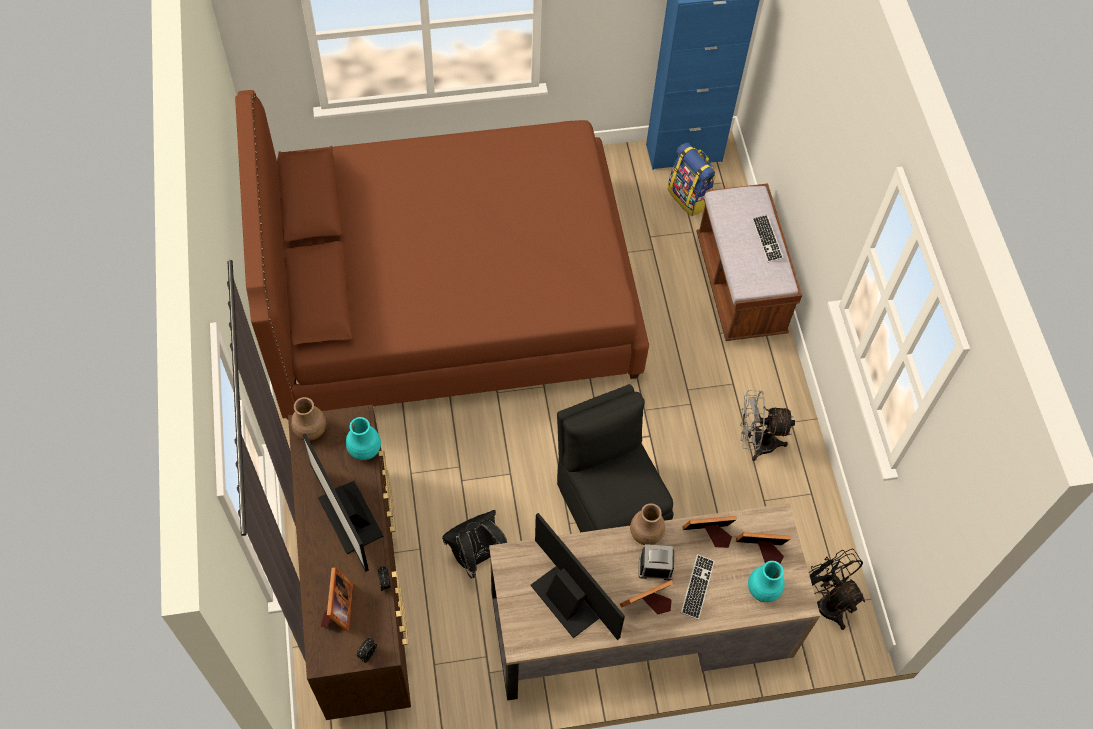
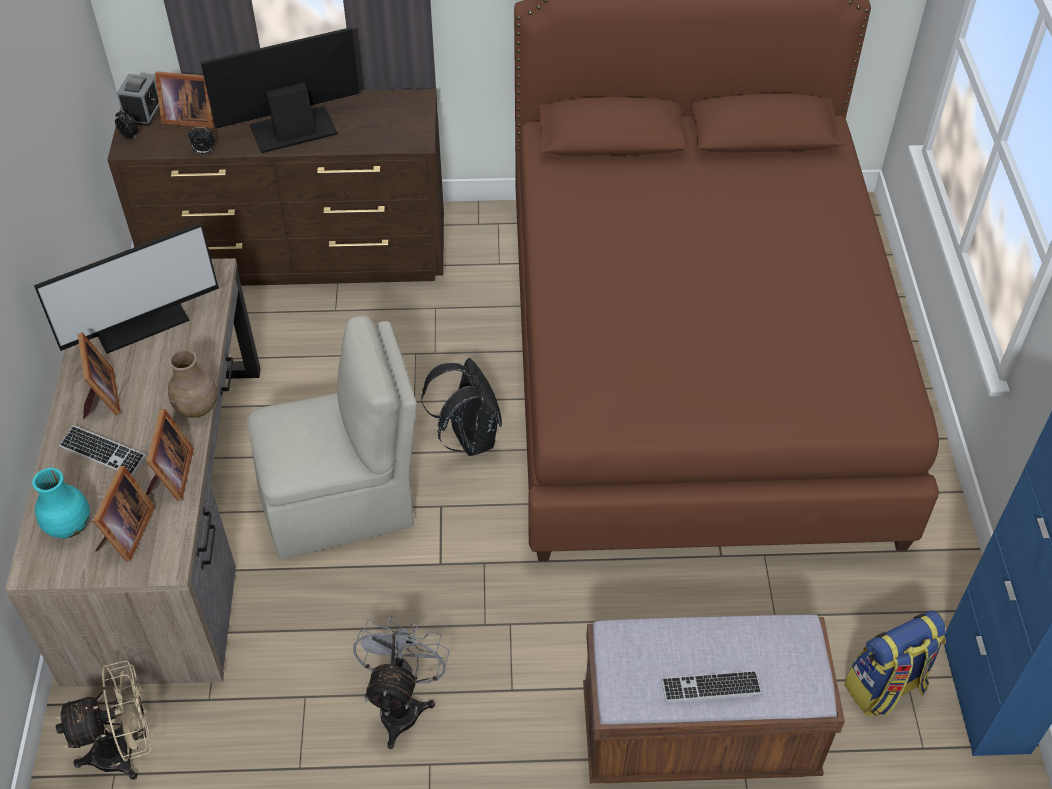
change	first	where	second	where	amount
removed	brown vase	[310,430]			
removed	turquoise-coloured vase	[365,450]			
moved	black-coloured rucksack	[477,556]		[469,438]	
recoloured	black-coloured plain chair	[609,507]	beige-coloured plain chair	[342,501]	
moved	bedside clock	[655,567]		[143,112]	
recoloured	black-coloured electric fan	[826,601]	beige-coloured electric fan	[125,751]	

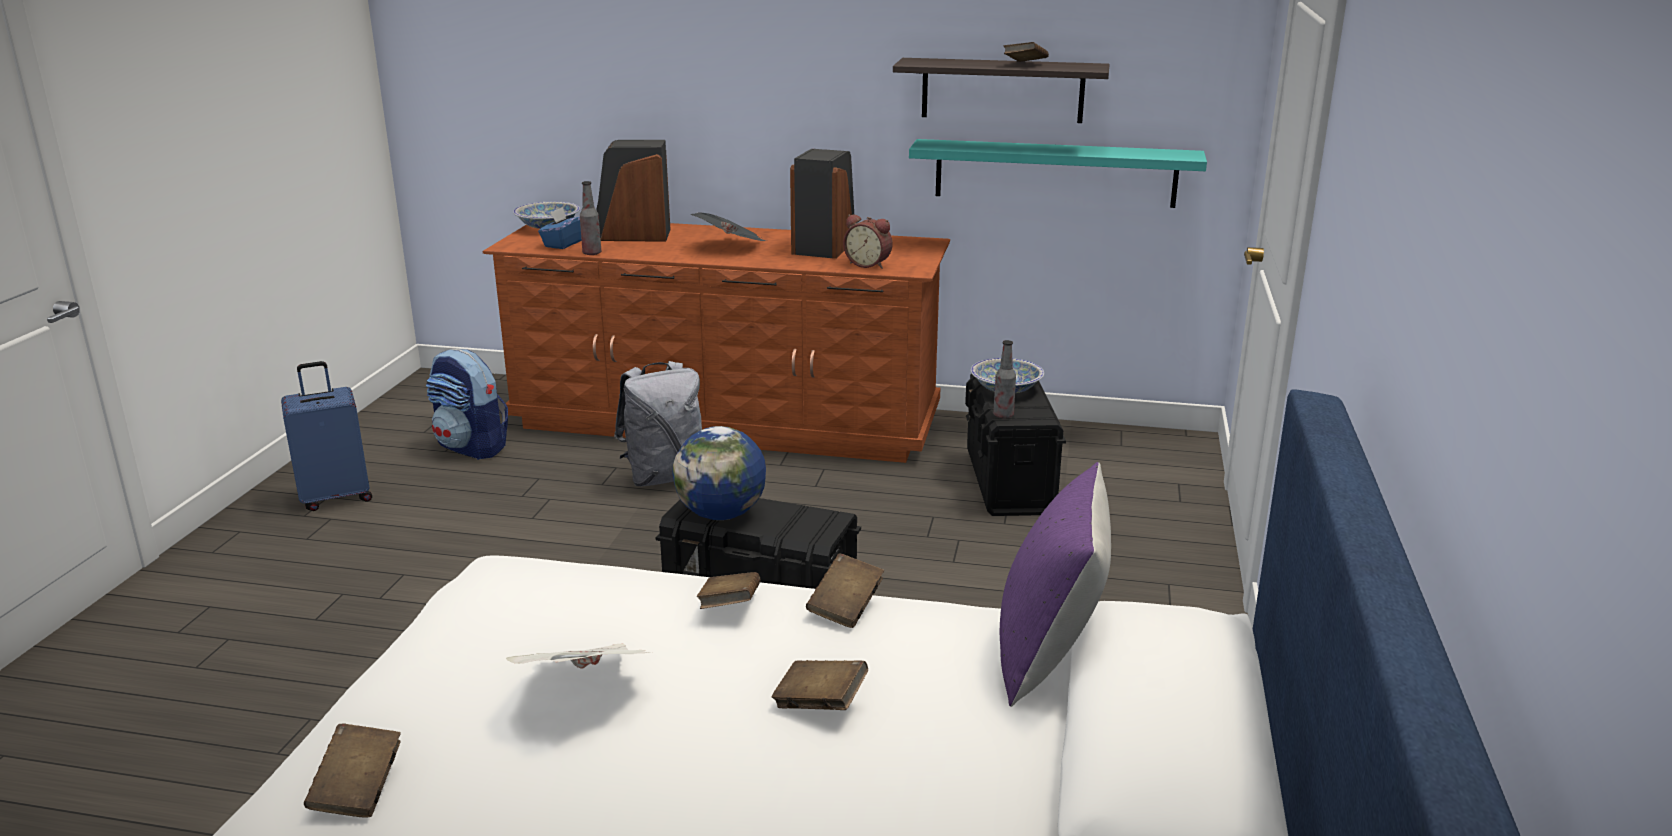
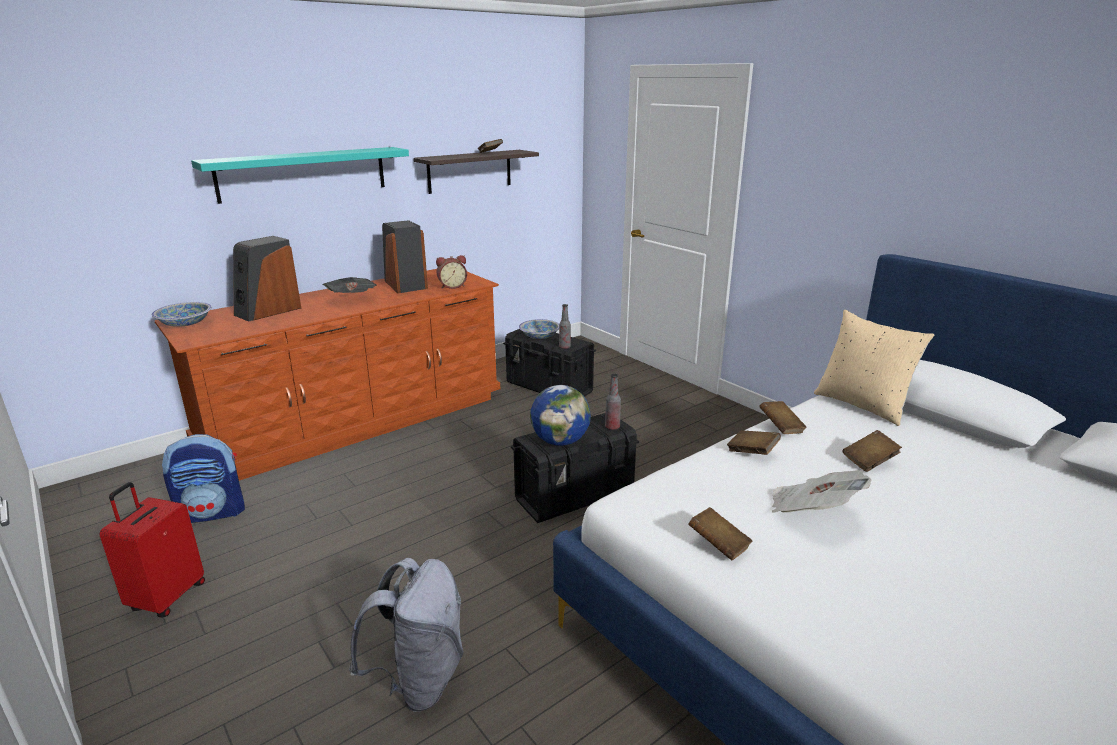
change	first	where	second	where	amount
recoloured	bluish travel case	[336,497]	reddish travel case	[166,597]	
moved	brown bound book	[358,790]		[718,545]	
removed	bluish tissue box	[563,244]			
moved	drink bottle	[592,253]		[612,427]	
moved	greyish rucksack	[664,477]		[419,680]	
moved	turquoise-coloured shelf	[1055,173]		[303,174]	
recoloured	purplish throw pillow	[1049,656]	beige-coloured throw pillow	[862,405]	

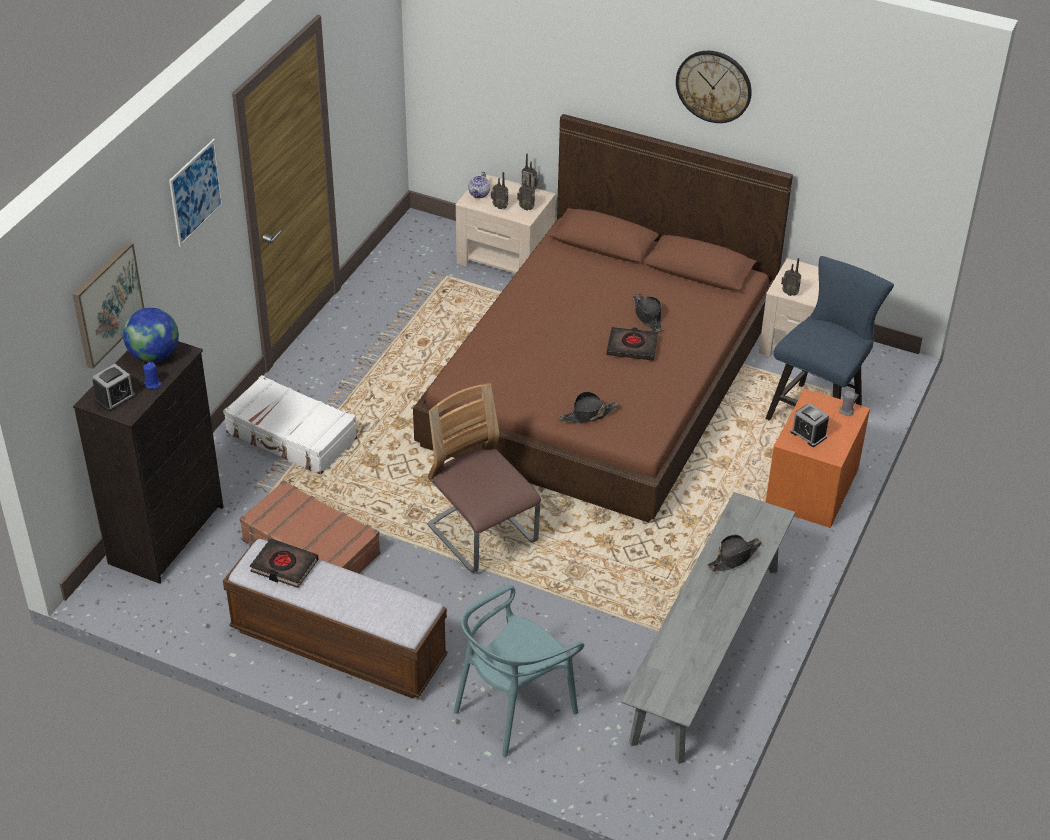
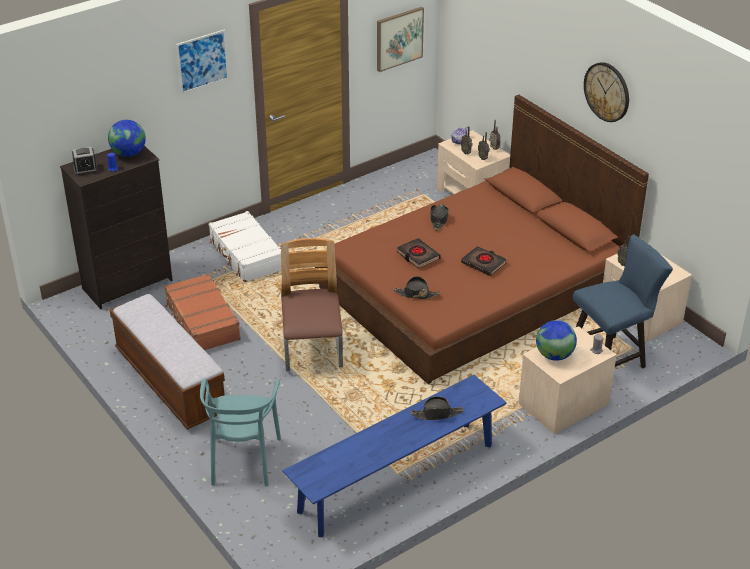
change	first	where	second	where	amount
moved	wall picture	[107,304]		[399,38]	
moved	black-coloured bound book	[284,566]		[418,255]	
turned	turquoise-coloured plain chair	[514,708]		[243,460]	75 degrees counterclockwise
recoloured	greyish long seat	[706,653]	bluish long seat	[397,478]	
moved	black-coloured wearable hat	[647,316]		[439,219]	
recoloured	orangey bedside table	[811,488]	beige-coloured bedside table	[563,404]	
replaced	bedside clock	[808,434]	world globe	[554,355]	

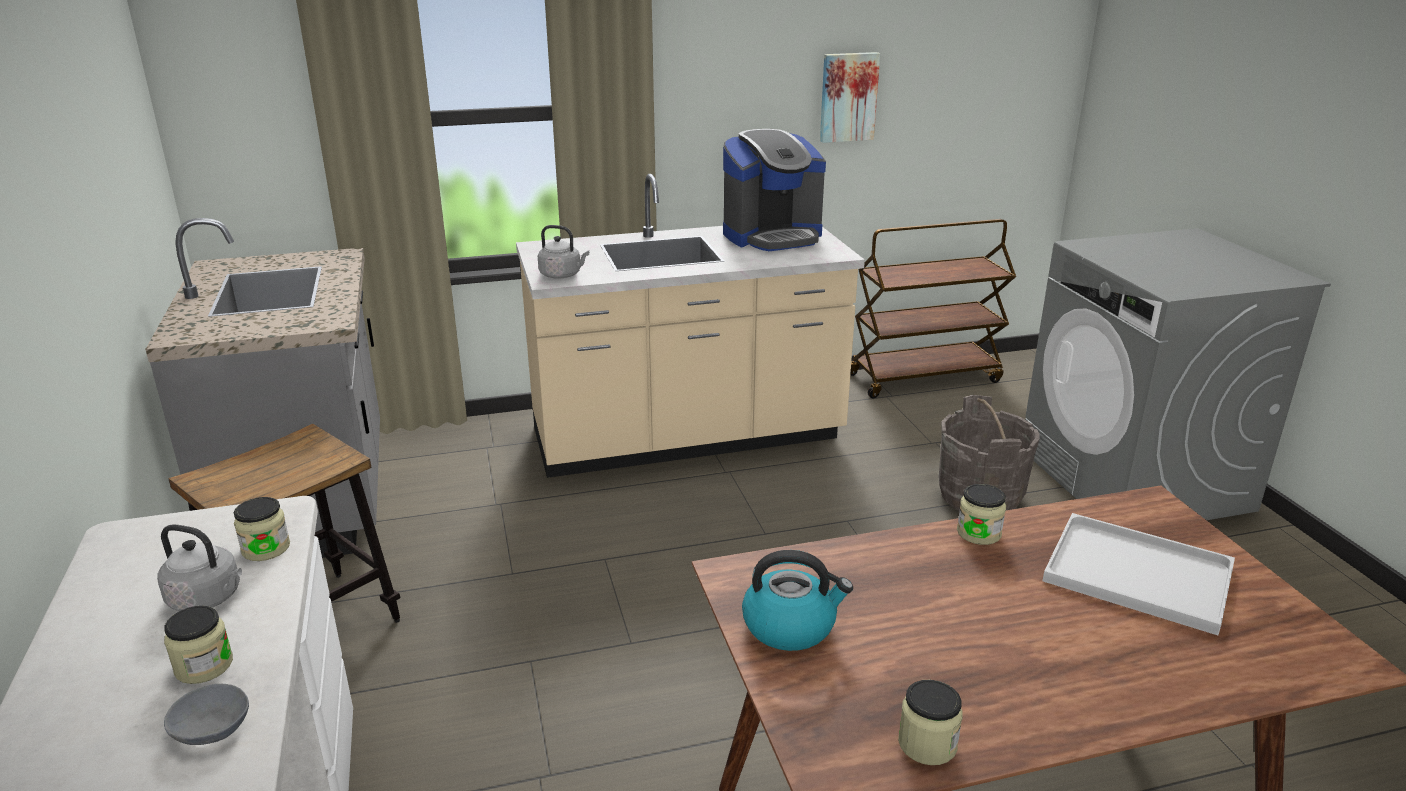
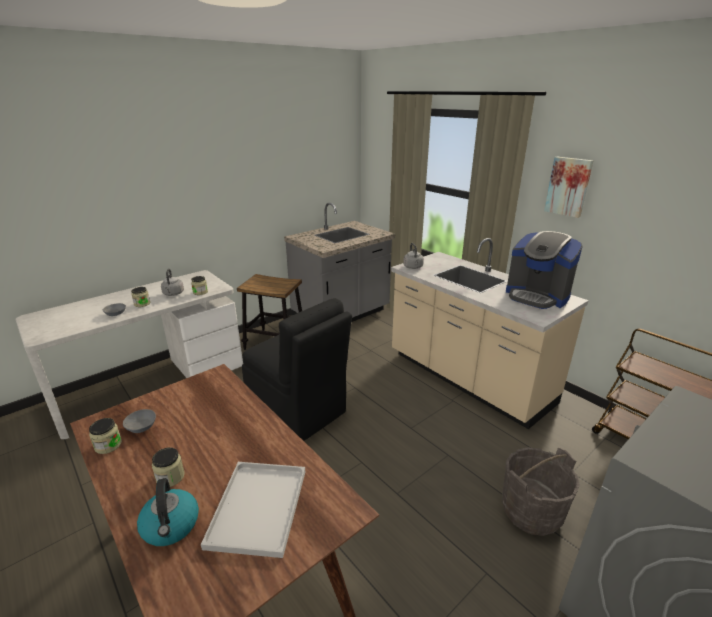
change	first	where	second	where	amount
moved	tea kettle	[790,626]		[171,526]	
moved	wall picture	[848,97]		[568,186]	
moved	storage jar	[978,533]		[170,477]	
added			greyish deep dish	[142,427]	
added			black-coloured plain chair	[298,410]	

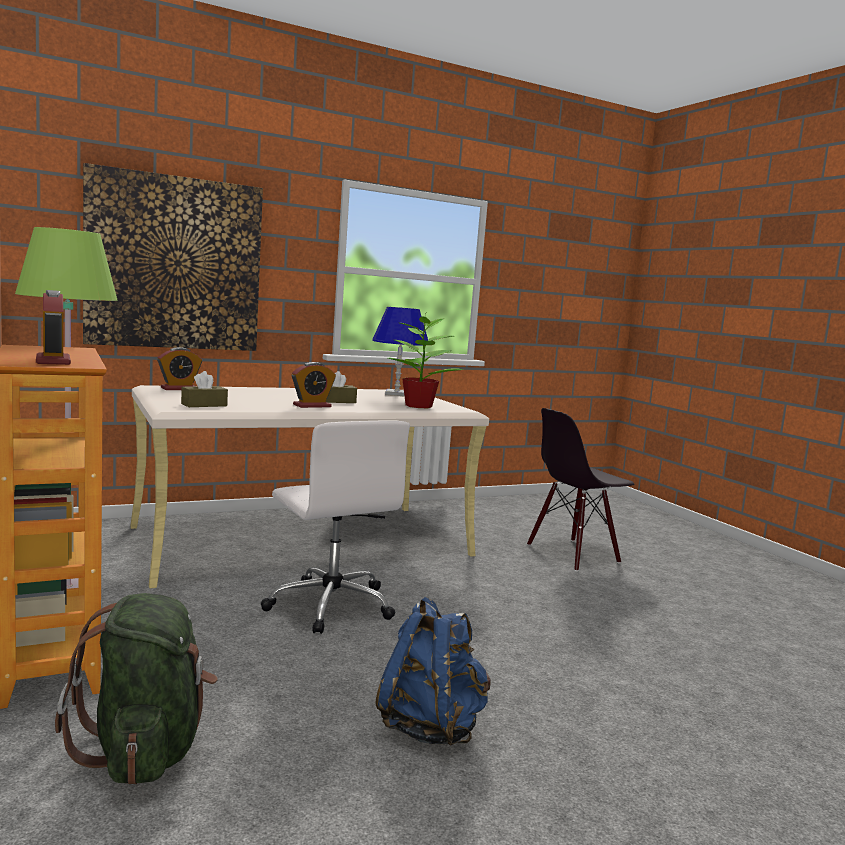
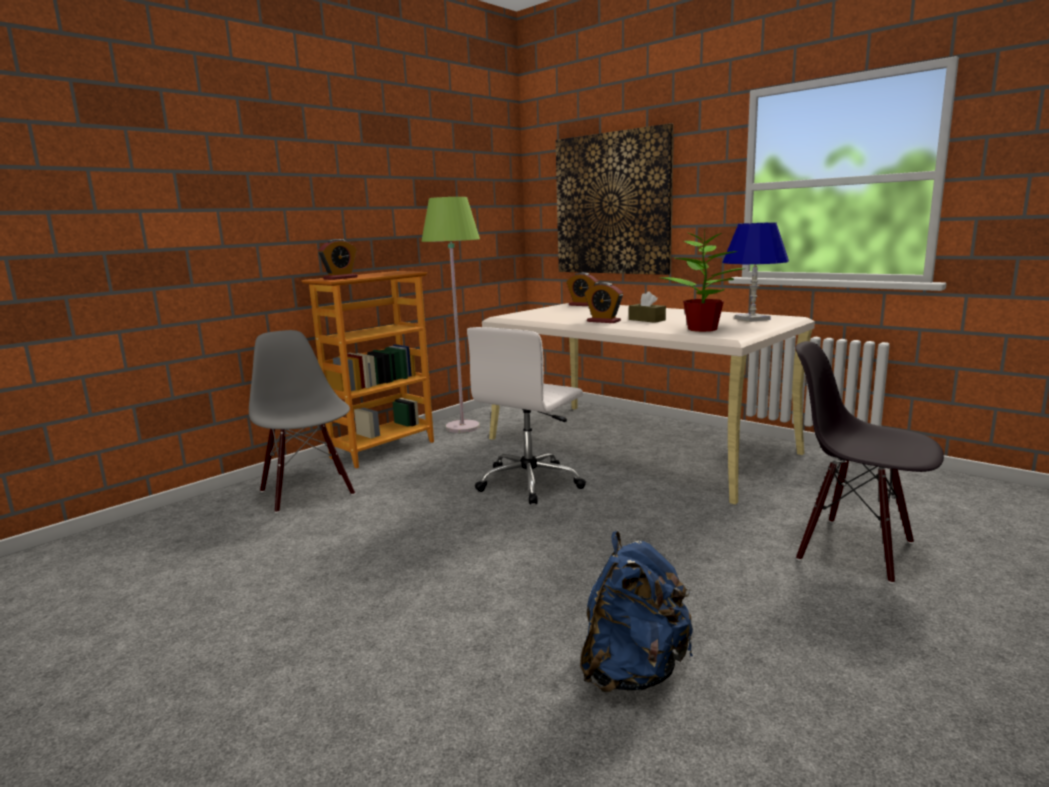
change	first	where	second	where	amount
replaced	green rucksack	[145,750]	greyish plain chair	[309,492]	
removed	brown tissue box	[204,405]			
moved	bluish rucksack	[431,727]		[633,671]	

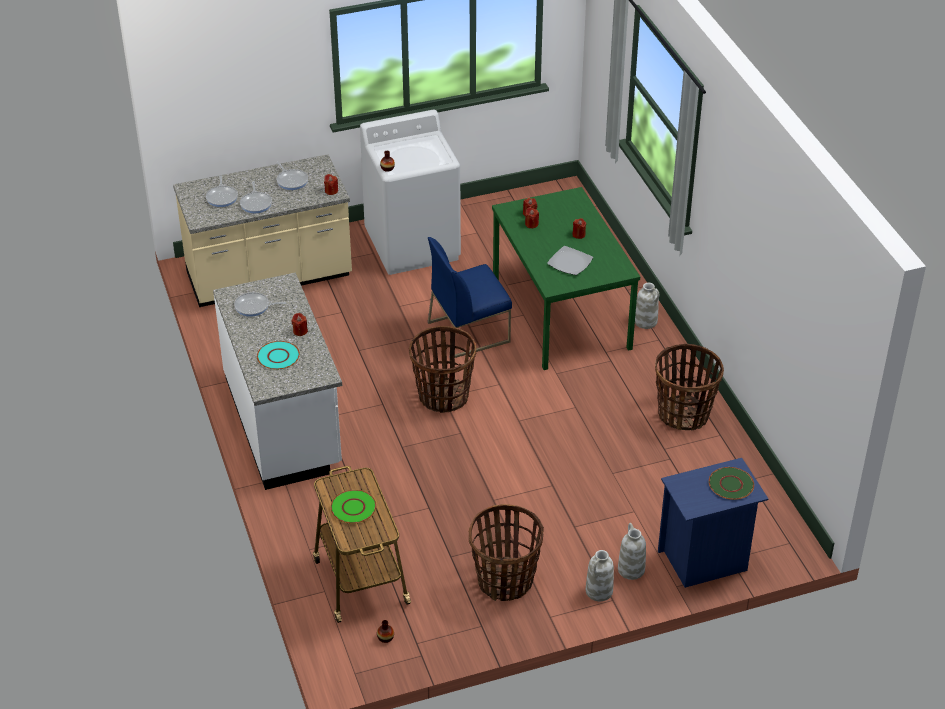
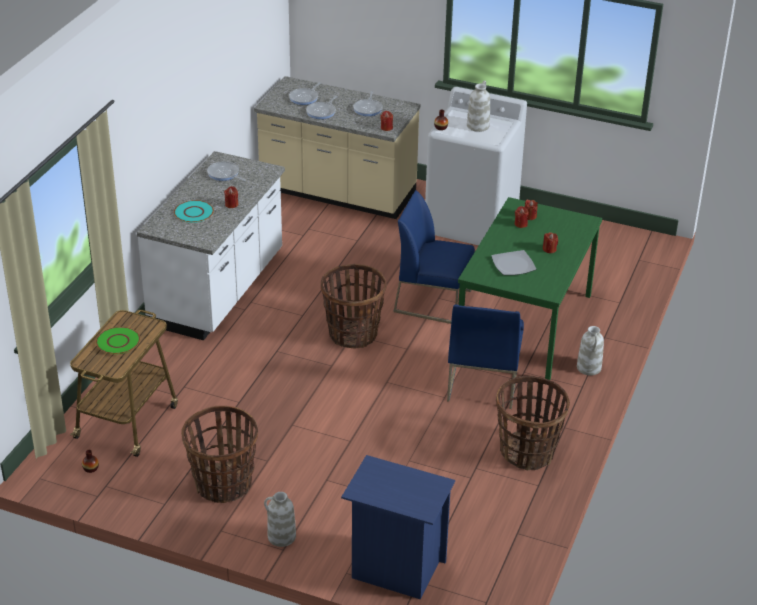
change	first	where	second	where	amount
moved	whitish vase	[630,569]		[478,126]	
removed	green dinner plate	[730,484]			
added			bluish plain chair	[482,382]	

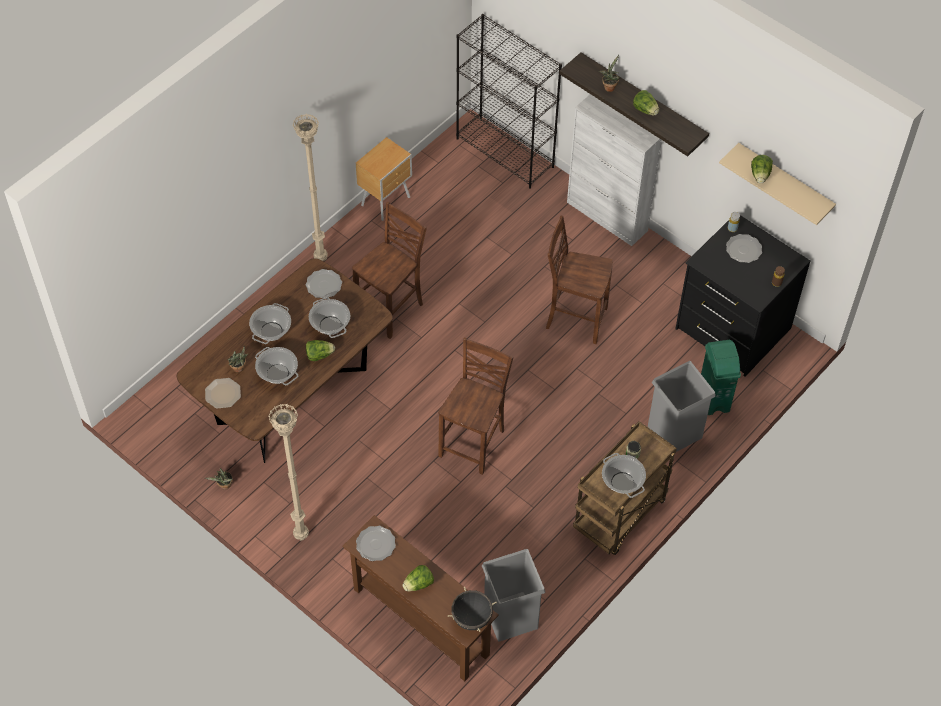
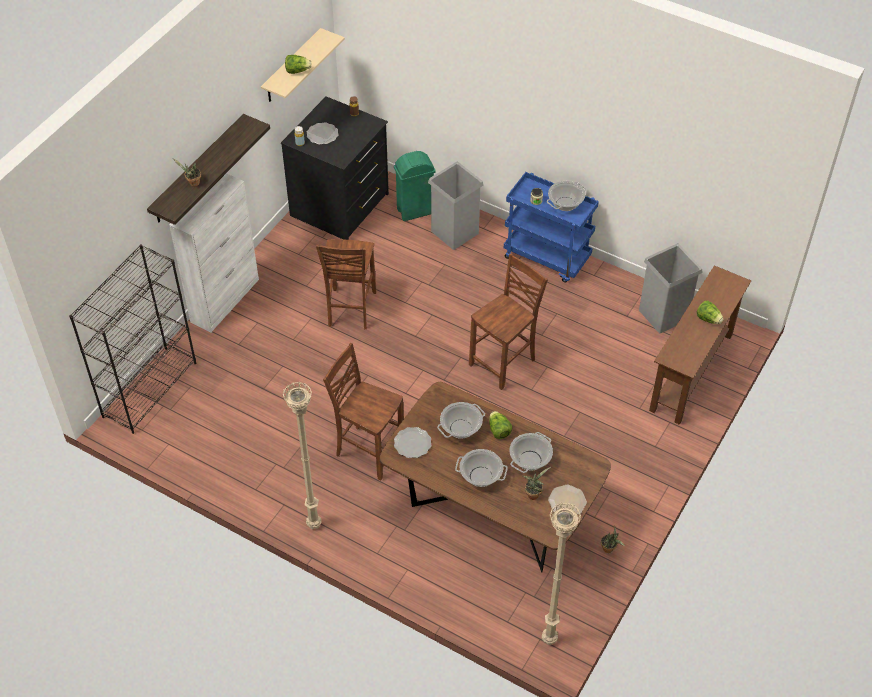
change	first	where	second	where	amount
moved	beige-coloured floor lamp	[301,534]		[548,640]	
removed	brown bedside table	[387,201]			
removed	dinner plate	[376,544]			
turned	brown plain chair	[474,443]		[504,363]	120 degrees clockwise
removed	black-coloured saucepot	[471,618]			
recoloured	brown cart	[619,516]	bluish cart	[547,258]	
removed	lettuce	[645,110]			

